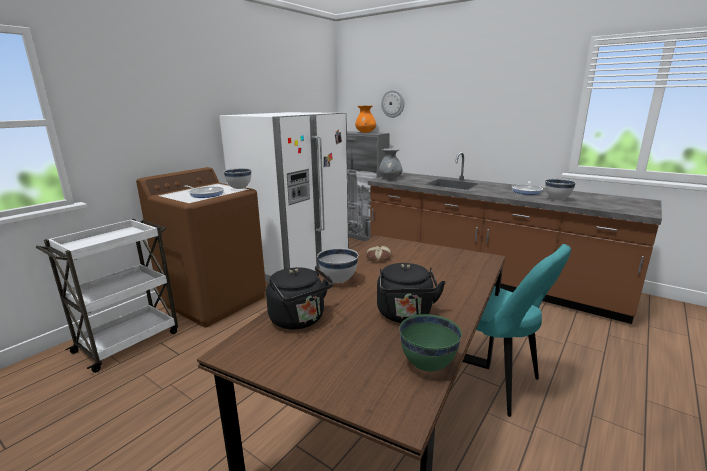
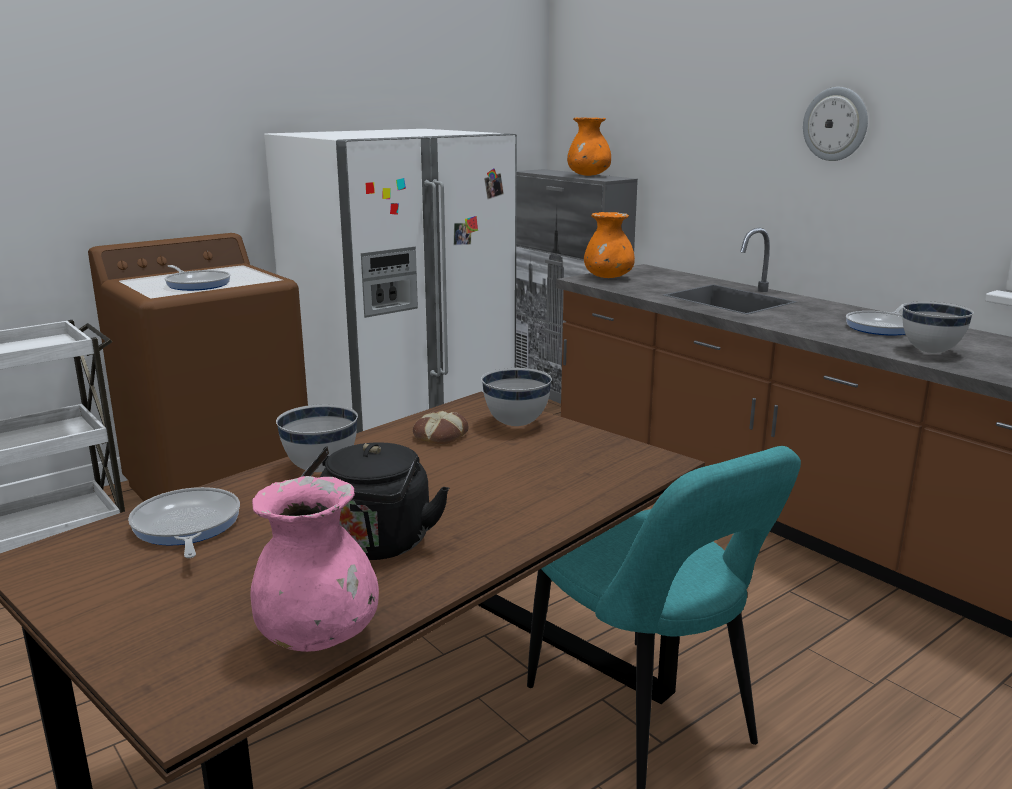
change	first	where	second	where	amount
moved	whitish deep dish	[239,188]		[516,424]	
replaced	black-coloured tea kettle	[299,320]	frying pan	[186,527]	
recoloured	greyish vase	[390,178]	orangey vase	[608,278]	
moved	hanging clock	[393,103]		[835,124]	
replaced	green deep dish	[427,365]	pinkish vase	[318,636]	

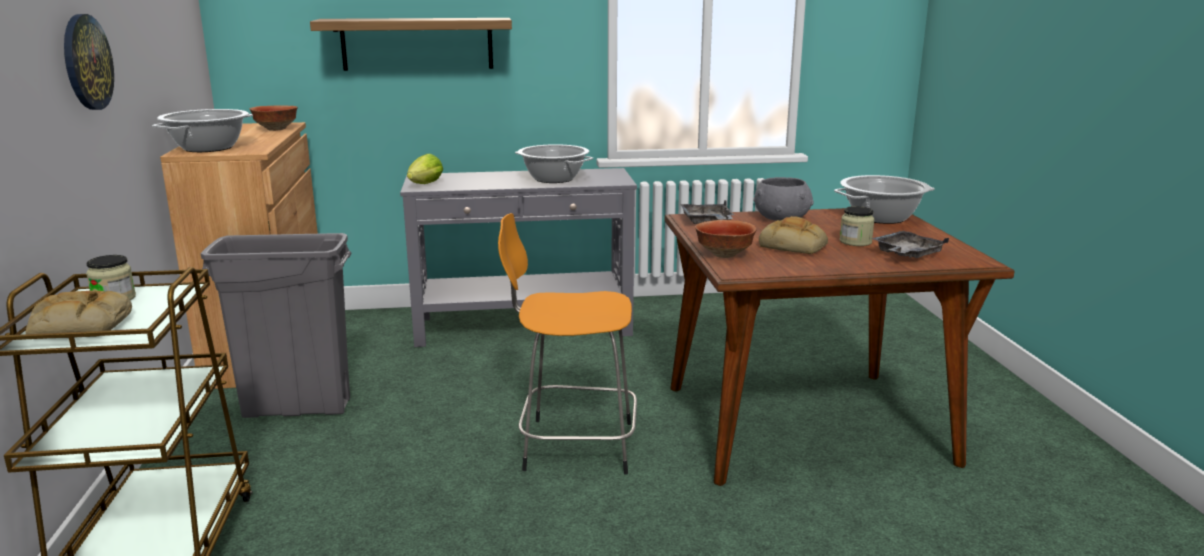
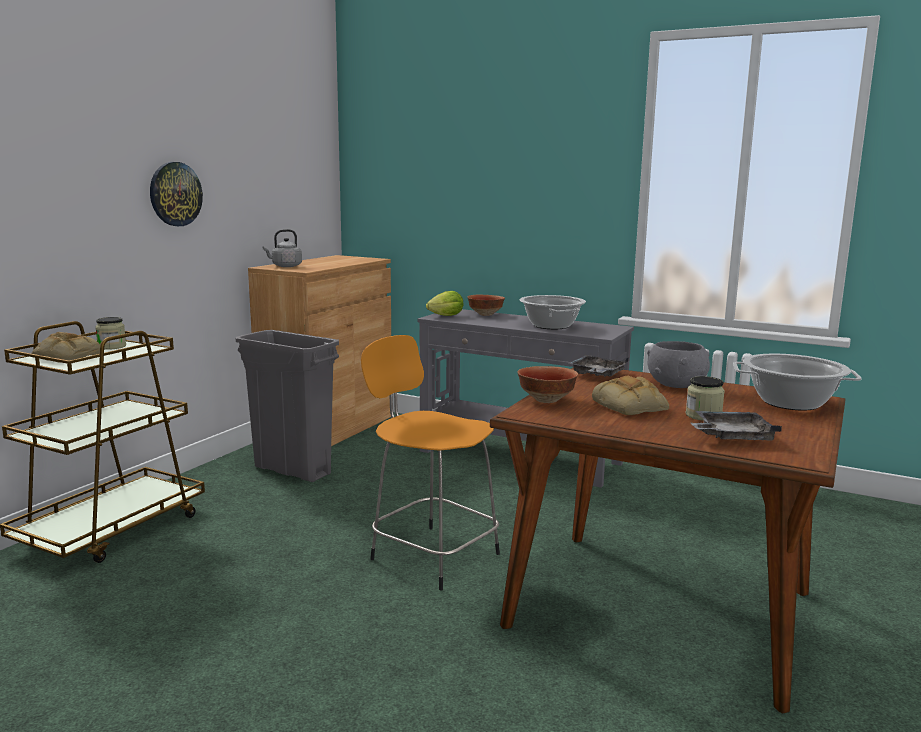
change	first	where	second	where	amount
replaced	saucepot	[208,148]	greyish tea kettle	[285,266]	
moved	deep dish	[275,129]		[485,314]	
removed	shelf	[417,44]			

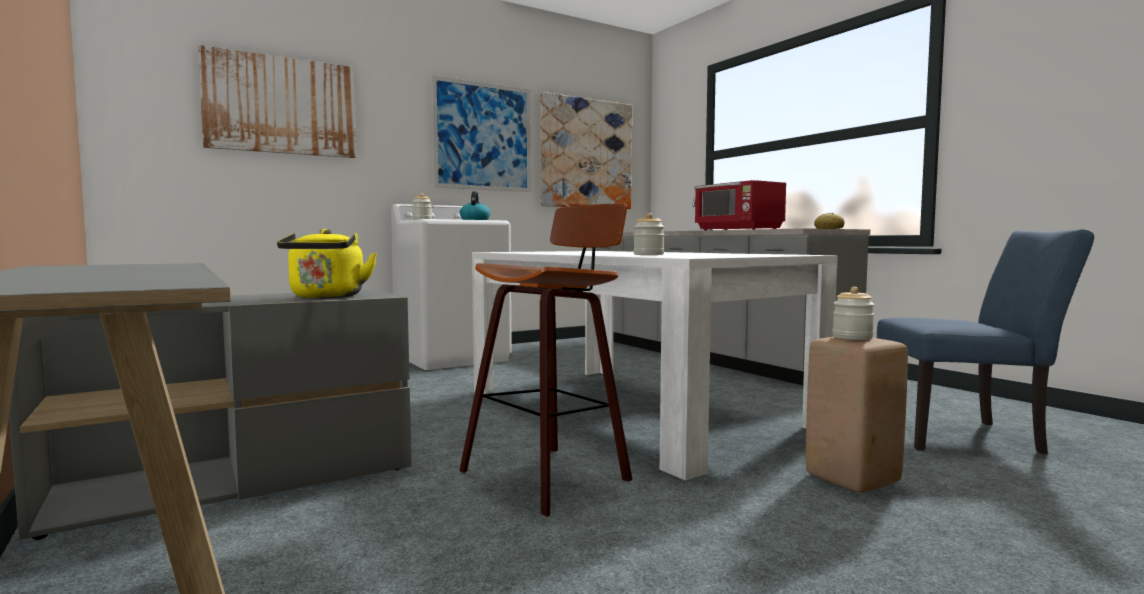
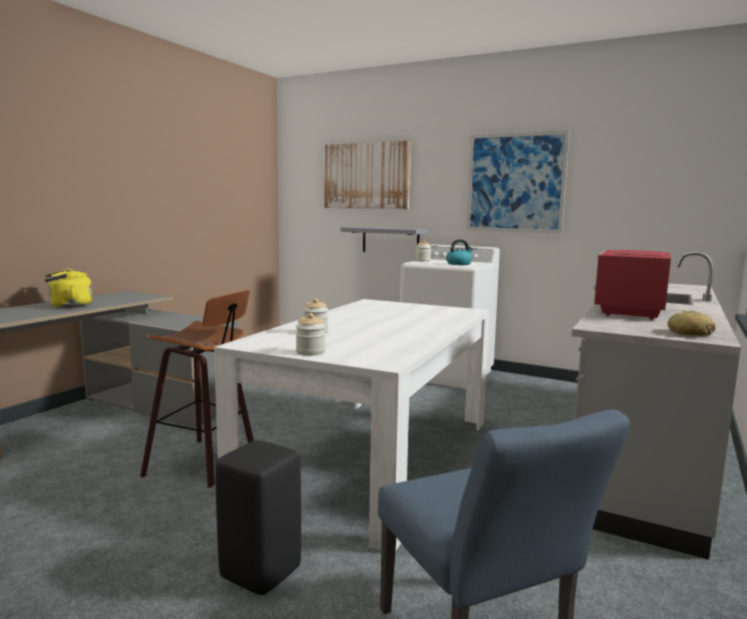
change	first	where	second	where	amount
moved	yellowish tea kettle	[326,297]		[68,306]	
removed	wall picture	[586,154]			
recoloured	beige-coloured stool	[852,480]	black-coloured stool	[259,573]	
moved	storage jar	[852,337]		[310,352]	
added			greyish shelf	[390,240]	

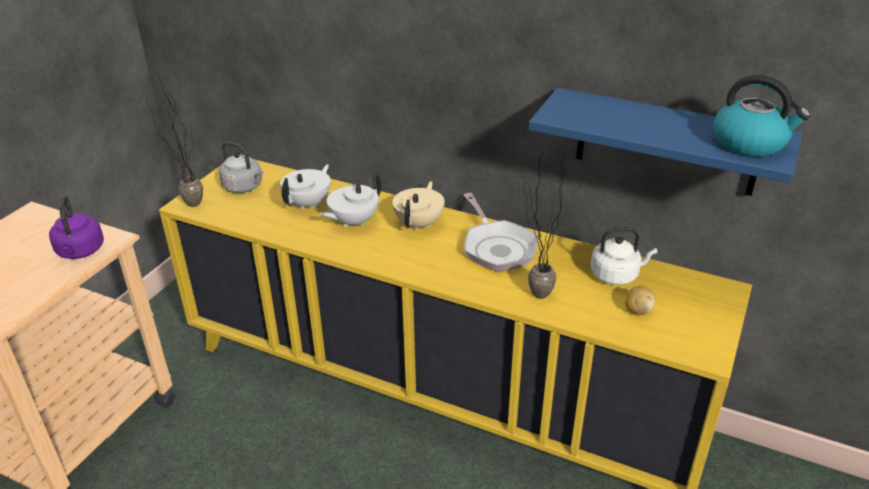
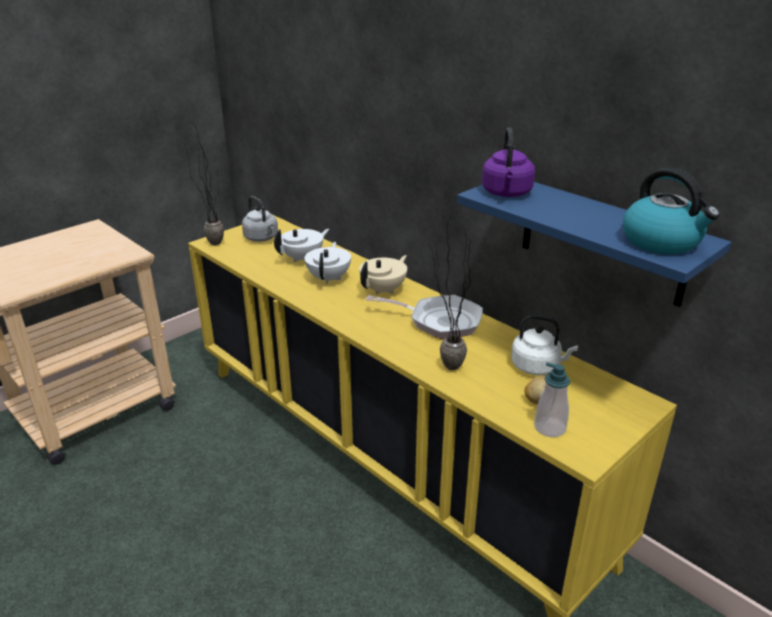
change	first	where	second	where	amount
moved	purplish tea kettle	[80,252]		[506,193]	
turned	whitish pot for tea	[353,221]		[329,278]	120 degrees clockwise
turned	frying pan	[497,247]		[439,321]	75 degrees counterclockwise
added			soap bottle	[550,428]	

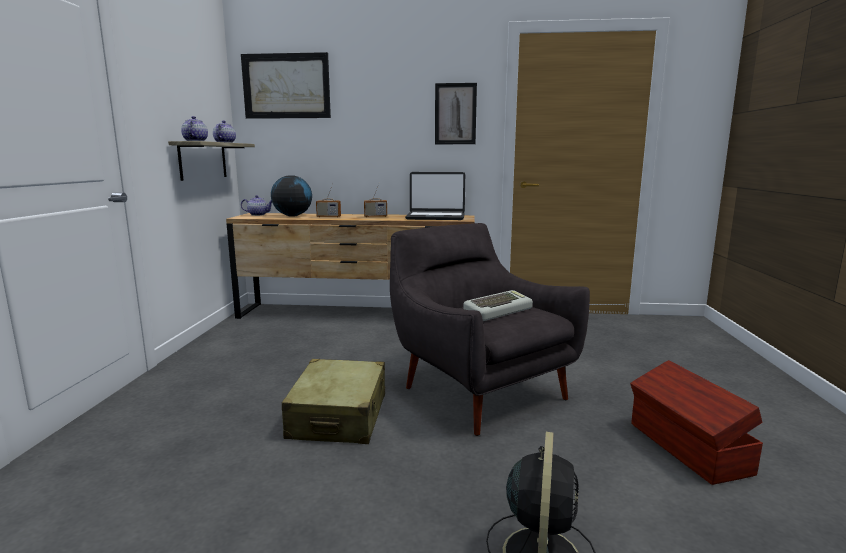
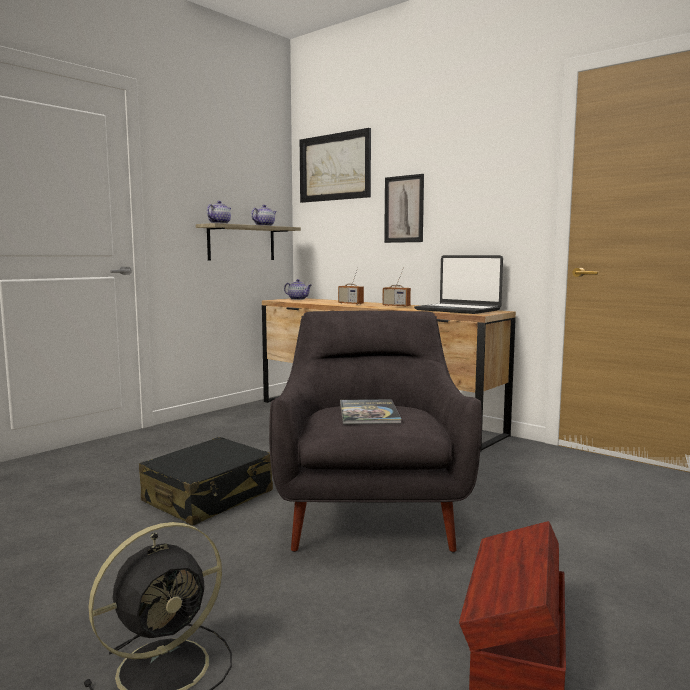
change	first	where	second	where	amount
removed	world globe	[292,216]			
recoloured	beige-coloured travel case	[339,416]	black-coloured travel case	[208,497]	
moved	wall picture	[455,114]		[404,209]	
replaced	PC keyboard	[497,311]	bound book	[368,413]	

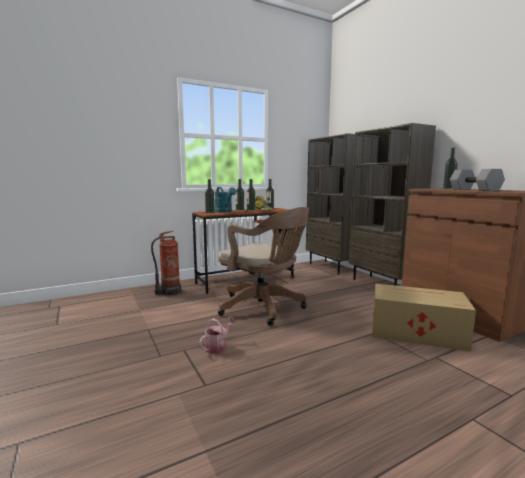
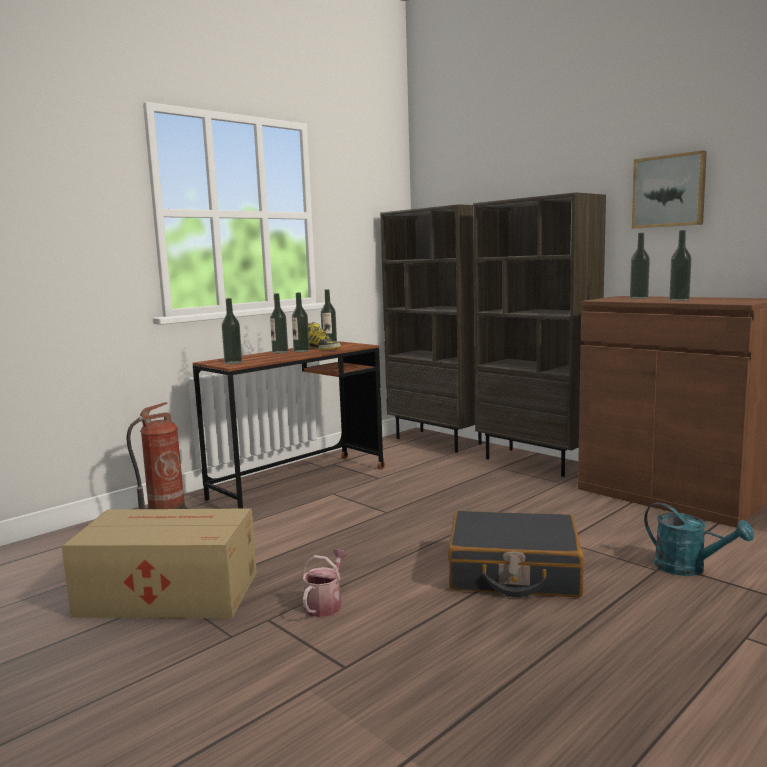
change	first	where	second	where	amount
moved	turquoise-coloured watering pot	[225,211]		[689,568]	
removed	brown desk chair	[264,308]			
moved	cardboard box	[415,332]		[167,593]	
replaced	greyish dumbbell	[473,190]	drink bottle	[679,300]	
added			black-coloured travel case	[513,572]	
added			wall picture	[669,191]	

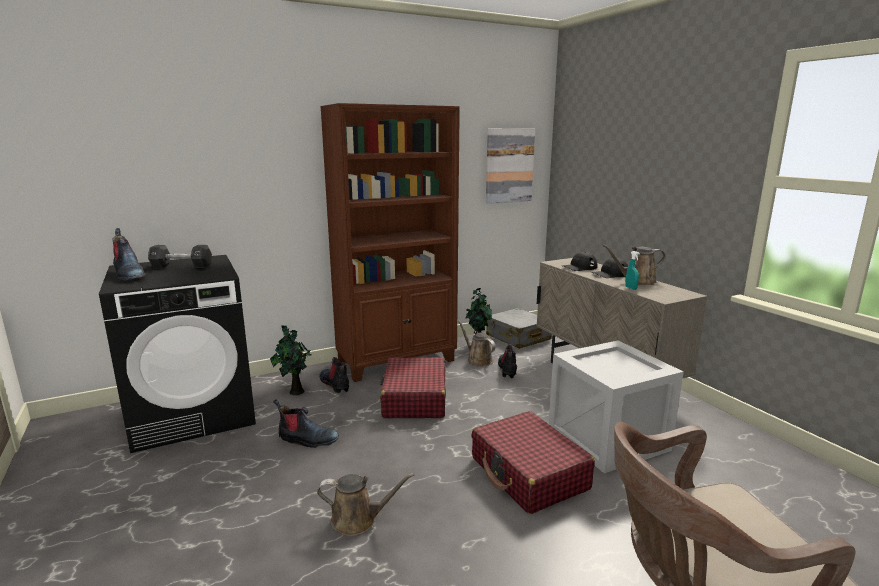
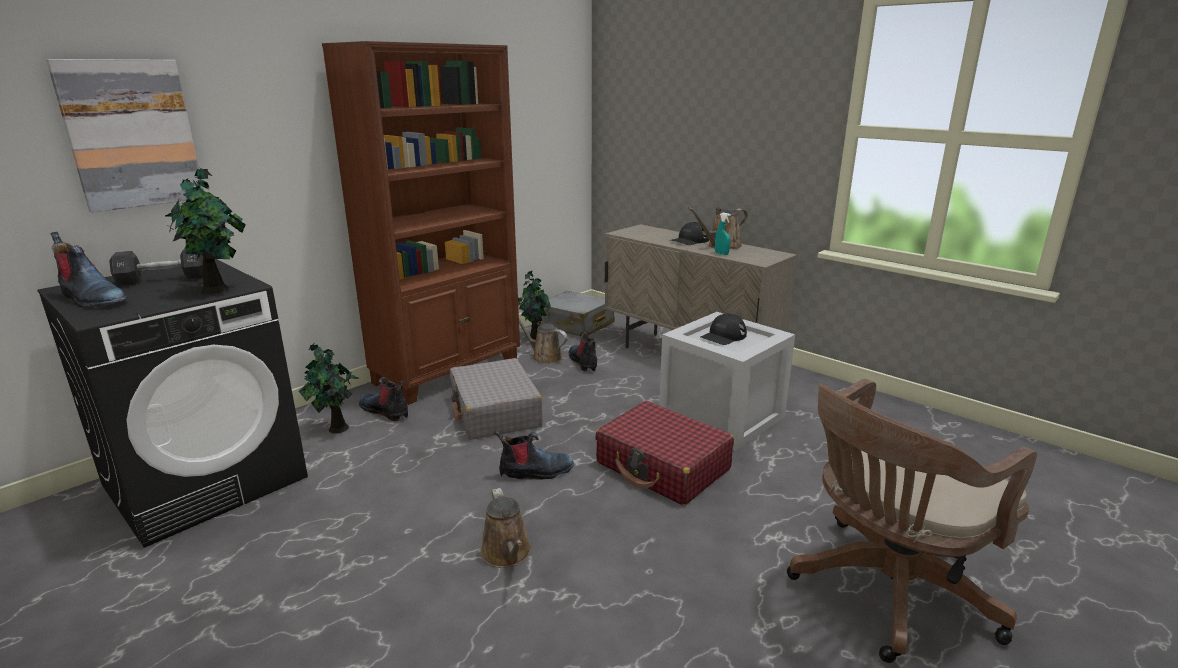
change	first	where	second	where	amount
moved	tall boot	[307,440]		[535,472]	
turned	brown watering pot	[358,520]		[507,554]	90 degrees clockwise
recoloured	reddish travel case	[414,399]	greyish travel case	[495,412]	
moved	wall picture	[509,166]		[131,134]	
moved	black-coloured baseball cap	[579,267]		[723,336]	
added			plant in a pot	[217,289]	

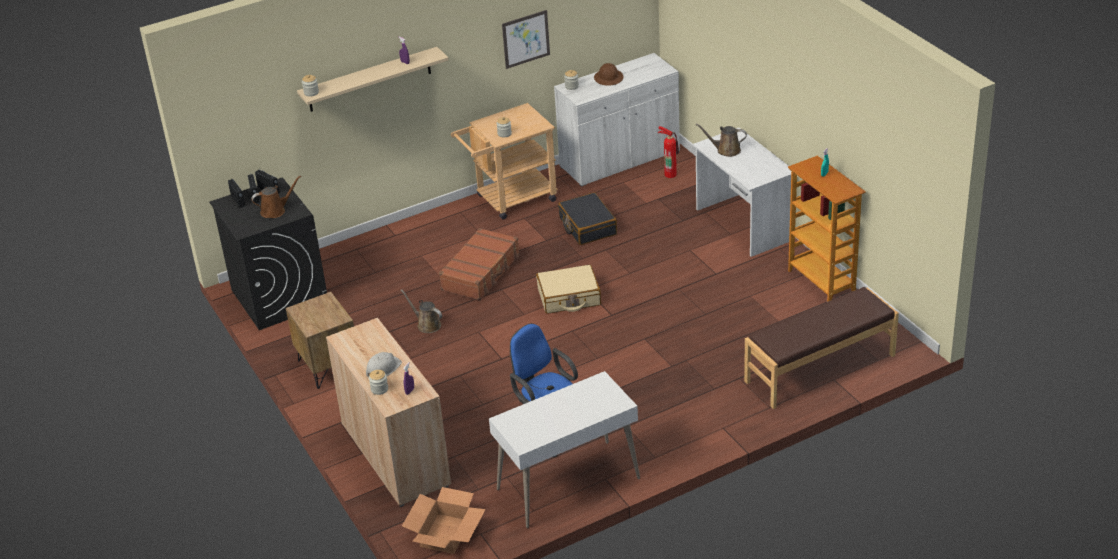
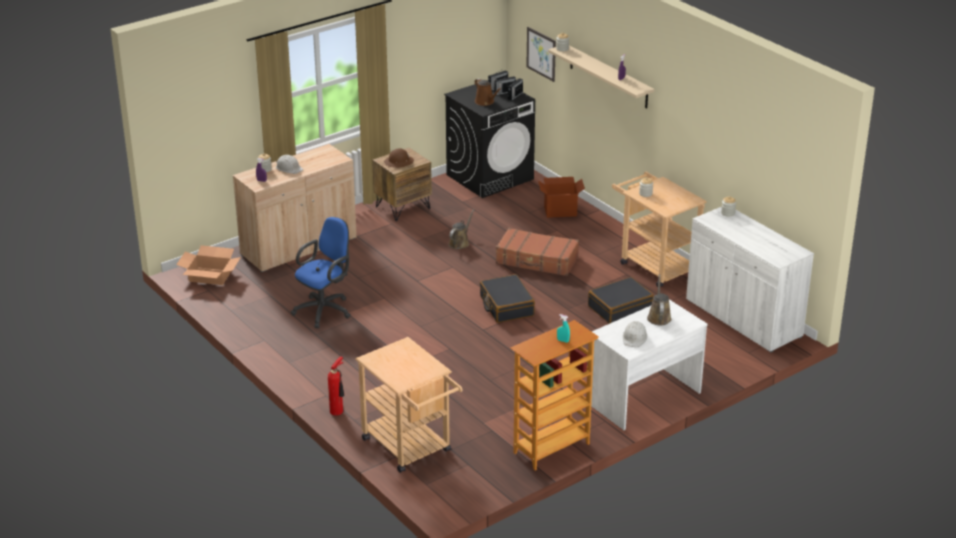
change	first	where	second	where	amount
removed	whitish desk table	[568,484]			
moved	wall picture	[526,39]		[541,54]	
recoloured	beige-coloured travel case	[569,297]	black-coloured travel case	[506,306]	
moved	brown safety helmet	[608,78]		[399,162]	
moved	fire-fighting cylinder	[670,174]		[338,411]	
replaced	brown long seat	[820,369]	beige-coloured cart	[411,448]	
added			cardboard box	[560,211]	
added			whitish safety helmet	[634,337]	

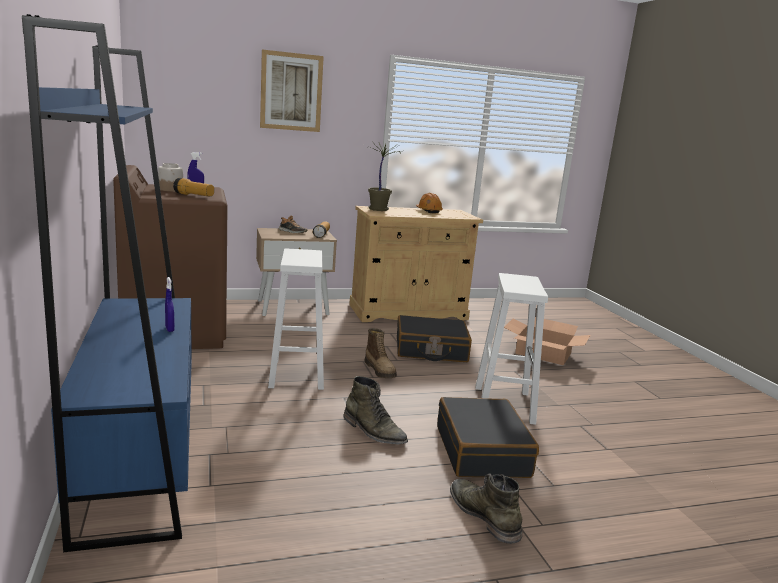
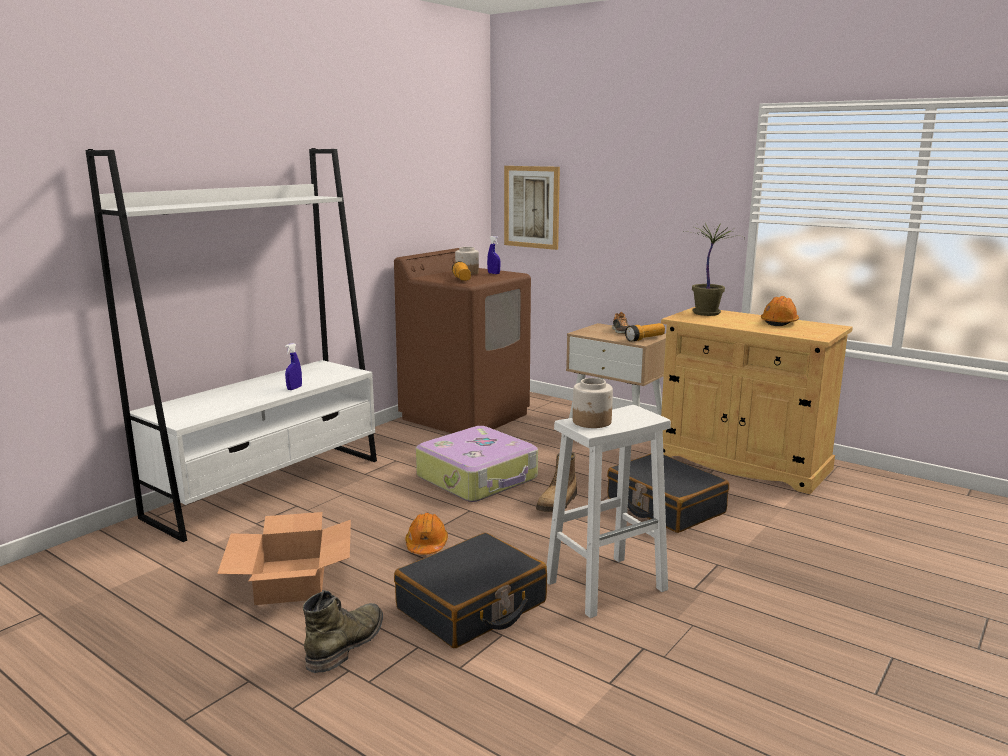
change	first	where	second	where	amount
recoloured	bluish bookshelf	[139,453]	whitish bookshelf	[268,487]	
moved	wall picture	[291,92]		[531,207]	
replaced	whitish stool	[296,374]	travel case	[478,478]	
replaced	green tall boot	[374,431]	orangey safety helmet	[426,545]	
moved	cardboard box	[543,353]		[291,580]	
added			storage jar	[592,422]	

